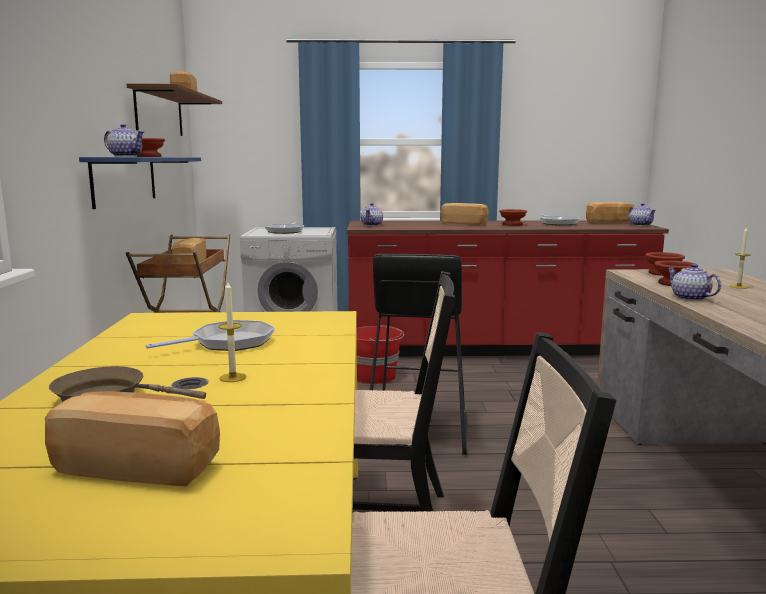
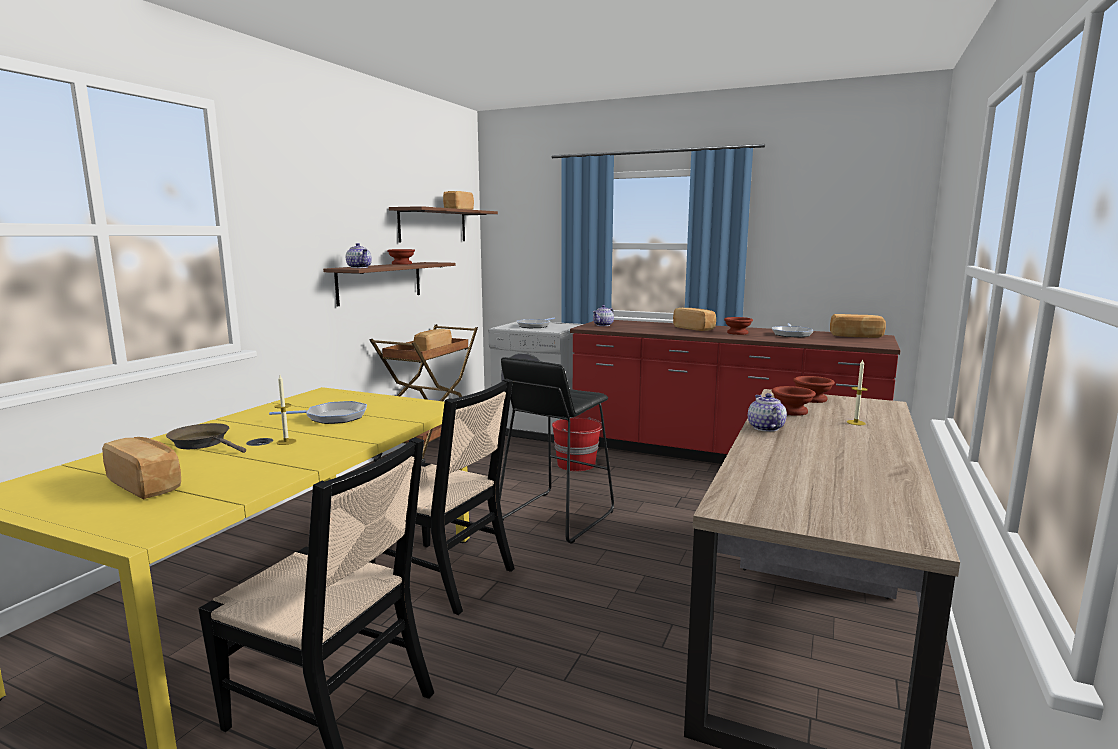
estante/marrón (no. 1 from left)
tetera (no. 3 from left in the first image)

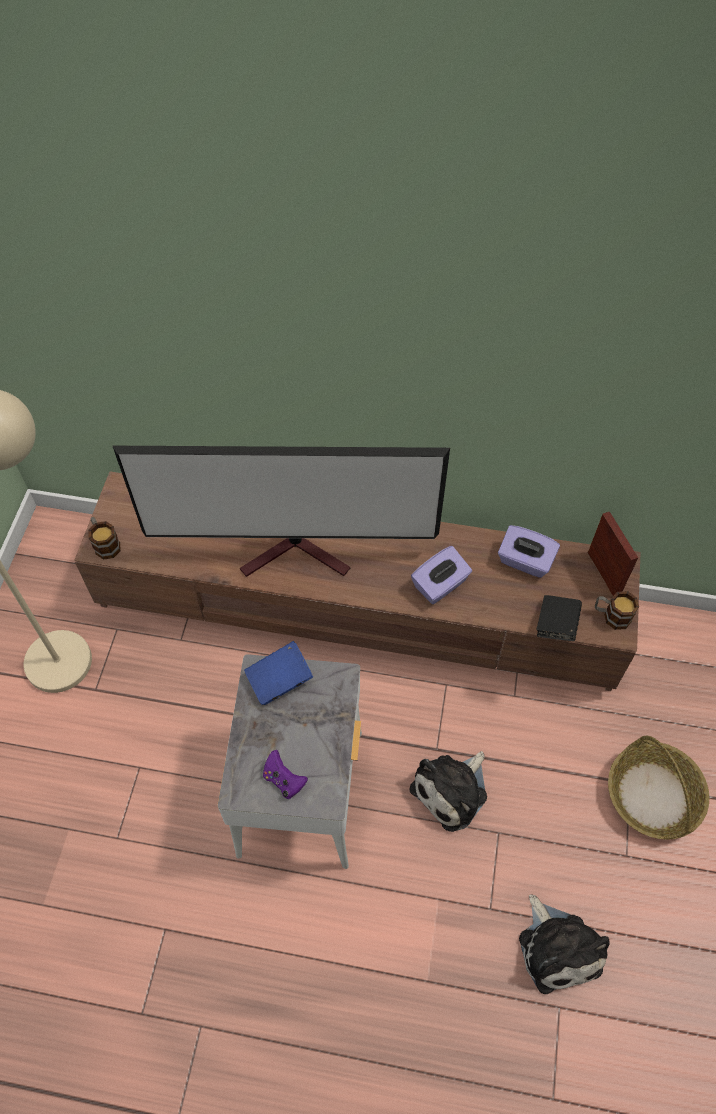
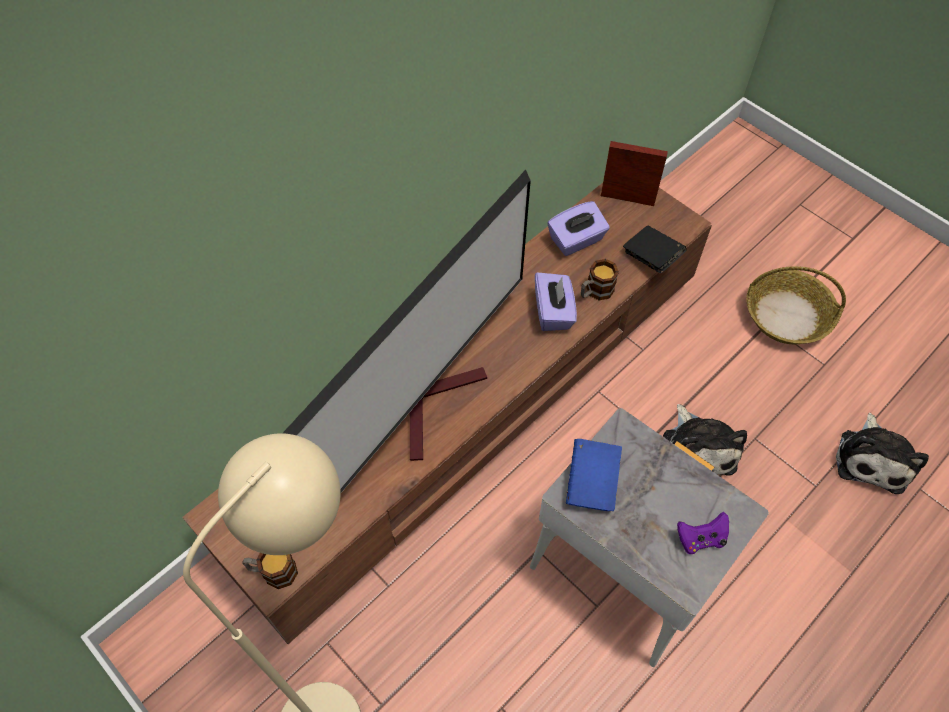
taza grande (no. 2 from left)
peluche (no. 2 from left)

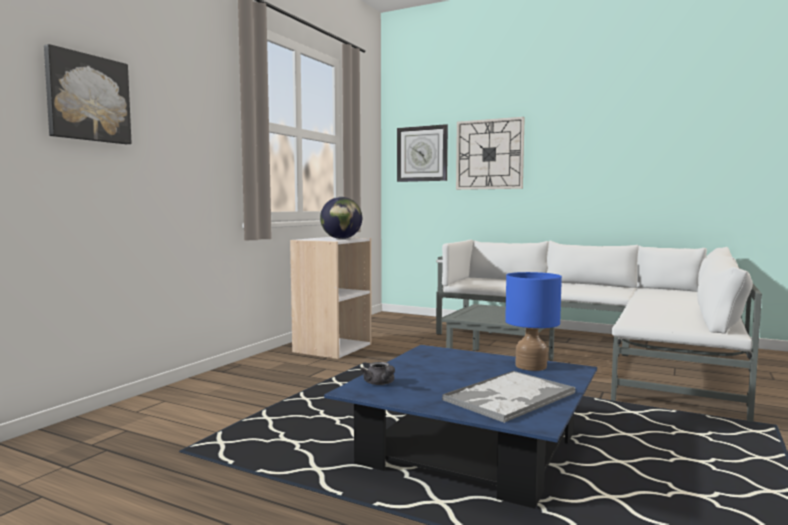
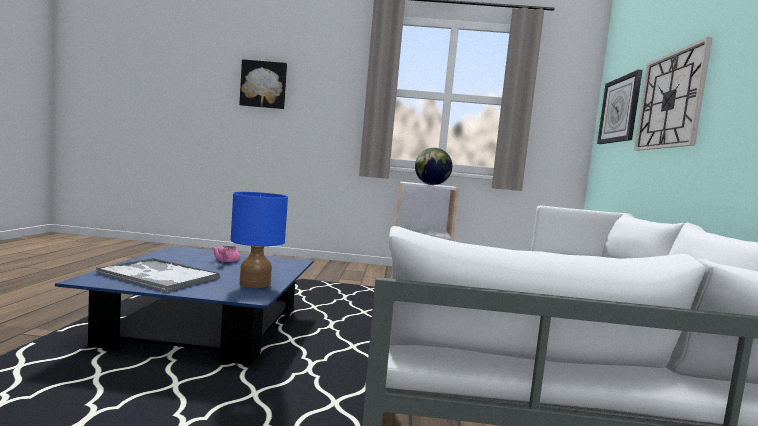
tetera/gris
tetera/rosa

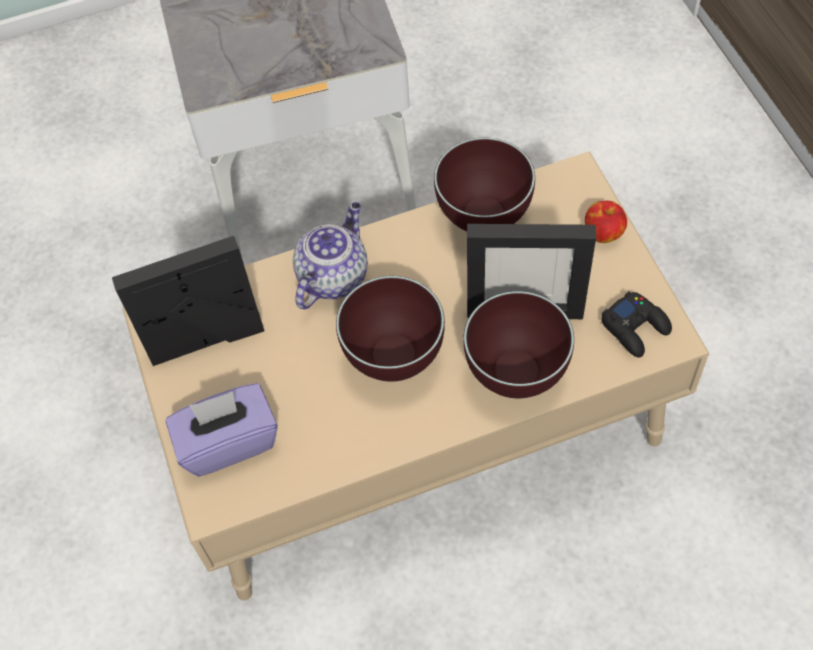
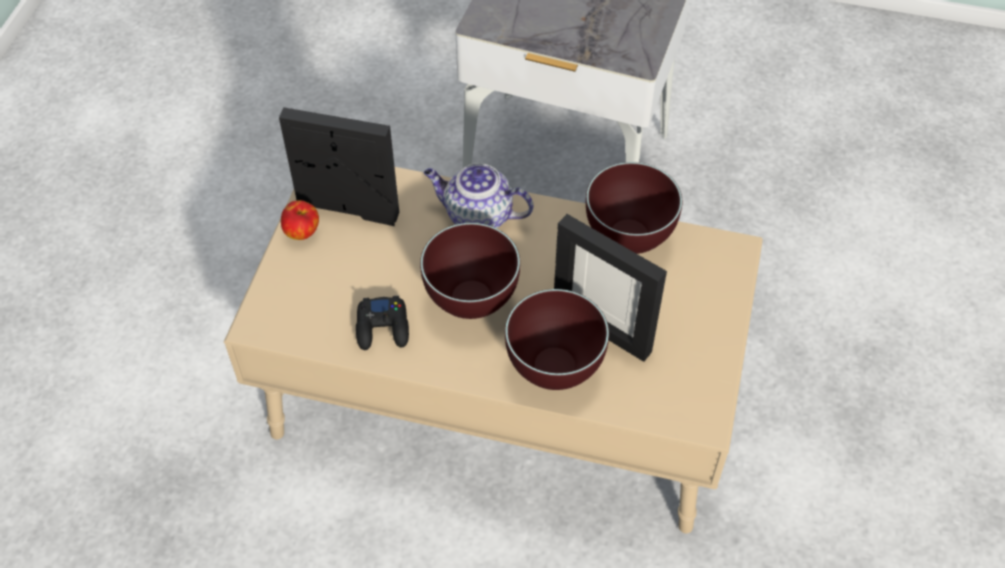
manzana
tetera
mando de consola/negro
caja de pañuelos/morado

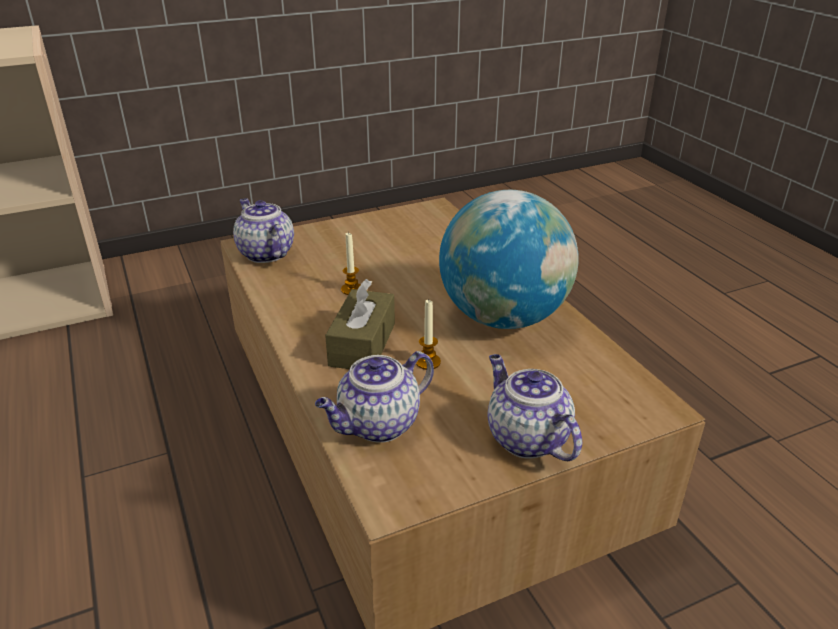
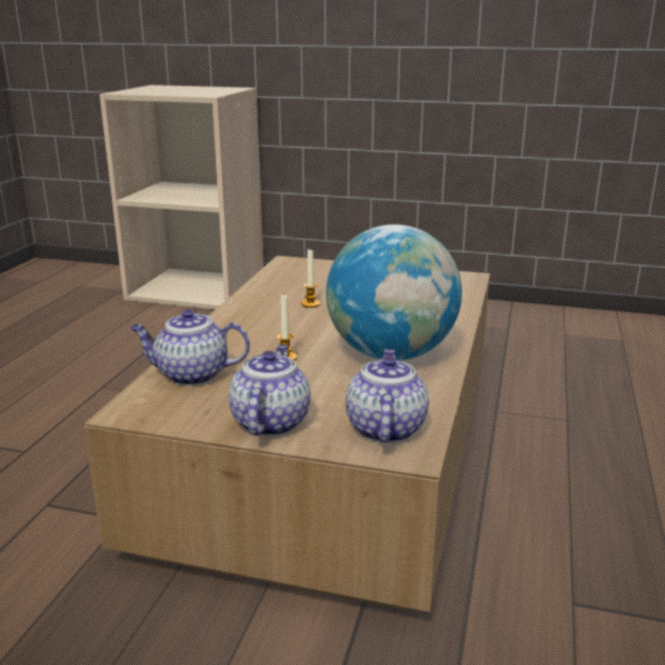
tetera (no. 3 from left)
caja de pañuelos/marrón

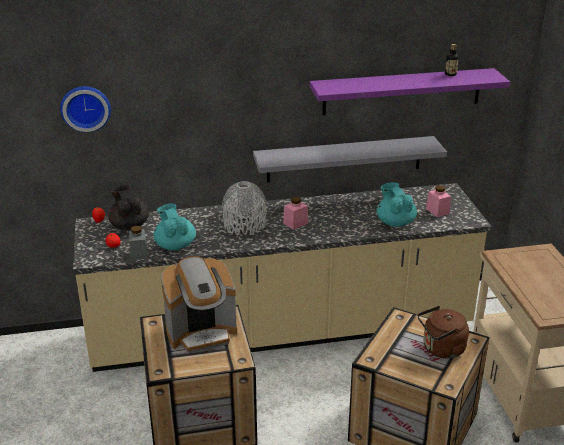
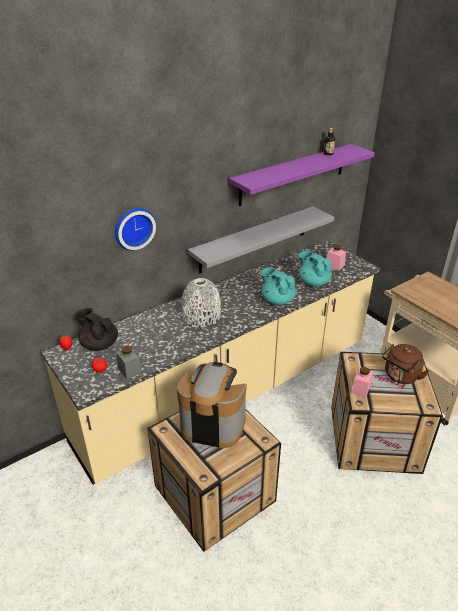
reloj de pared
tarro/rosa (no. 2 from left)
tetera/turquesa (no. 1 from left)
cafetera

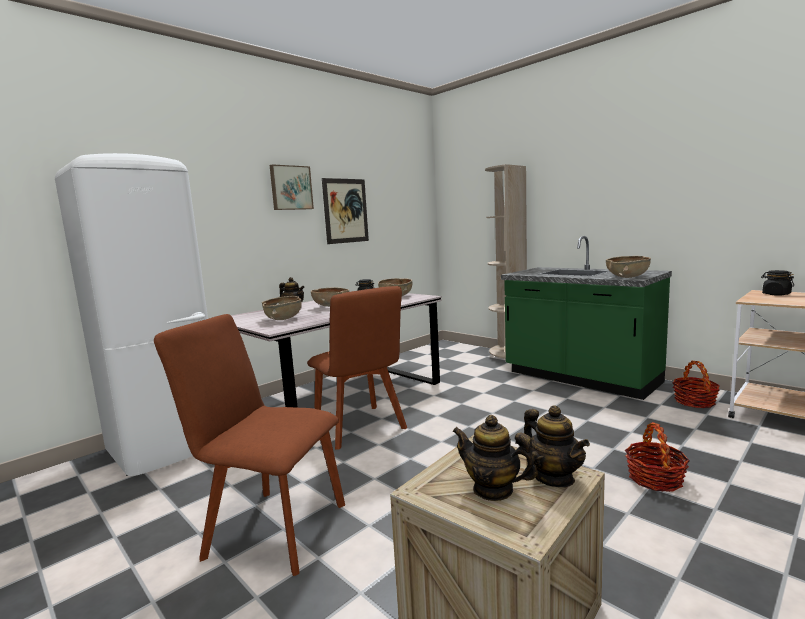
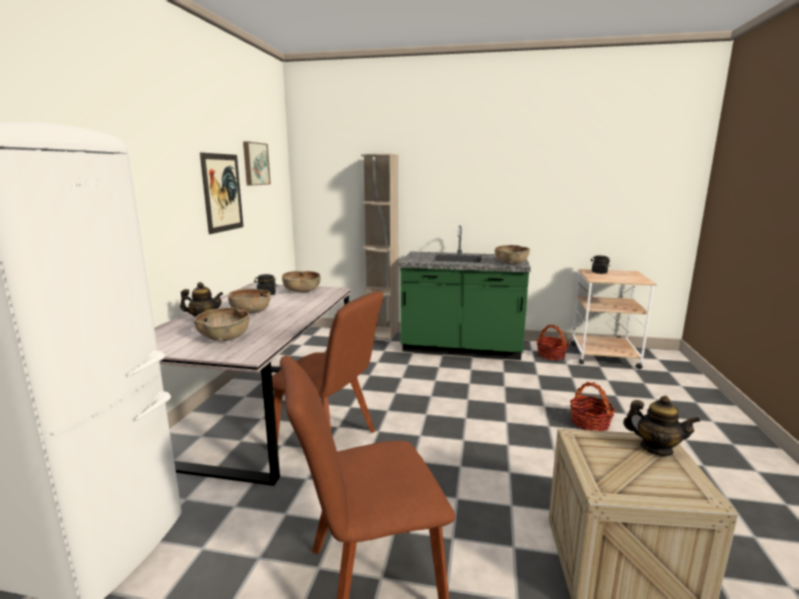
cuadro (no. 2 from left)
tetera (no. 2 from left in the first image)

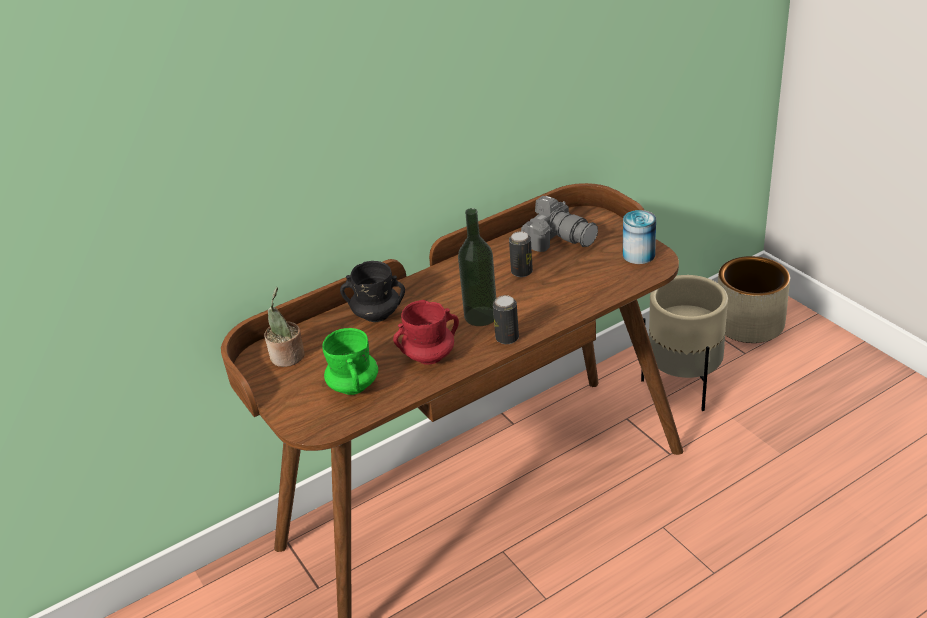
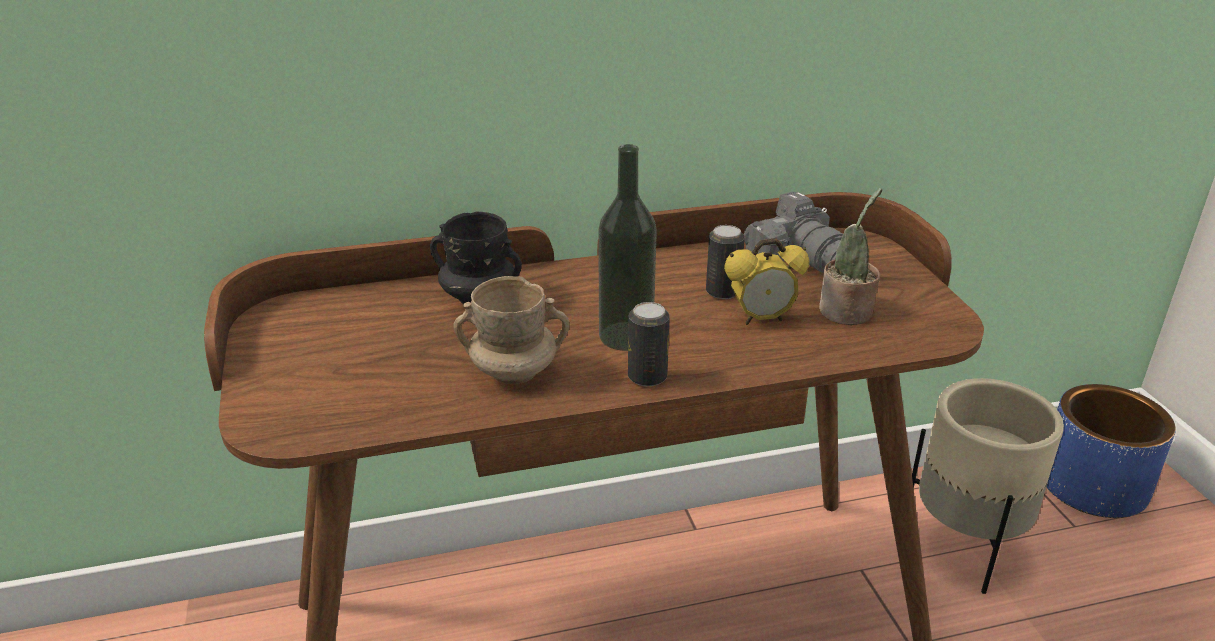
lata (no. 3 from left in the first image)
maceta/azul
planta en maceta
taza grande/beis
taza grande/verde
despertador

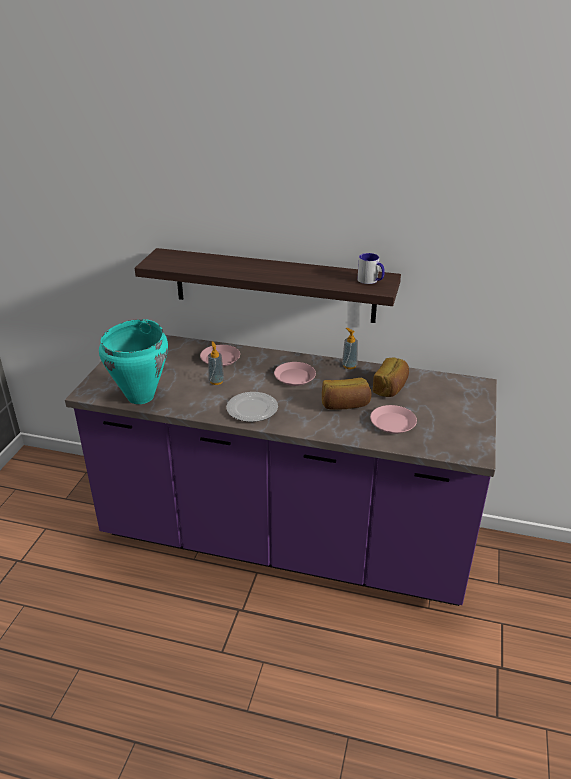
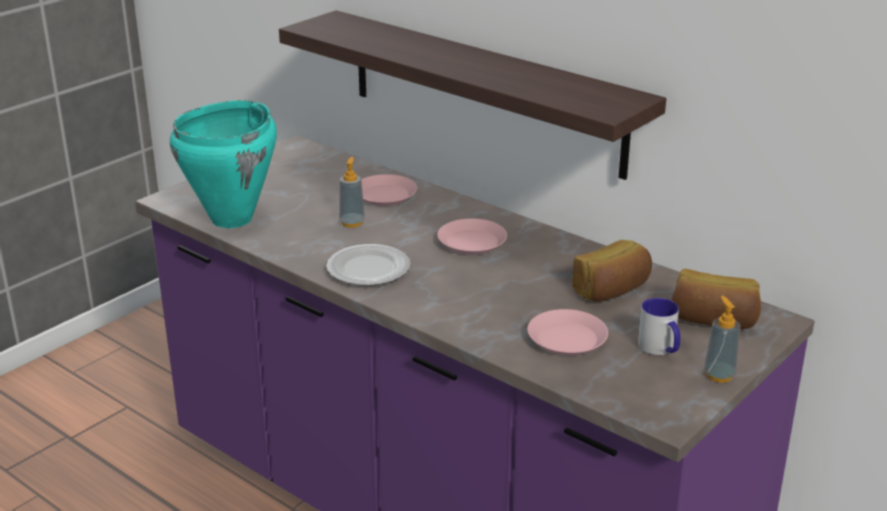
taza grande
dispensador de jabón (no. 2 from left)
pan (no. 2 from left)

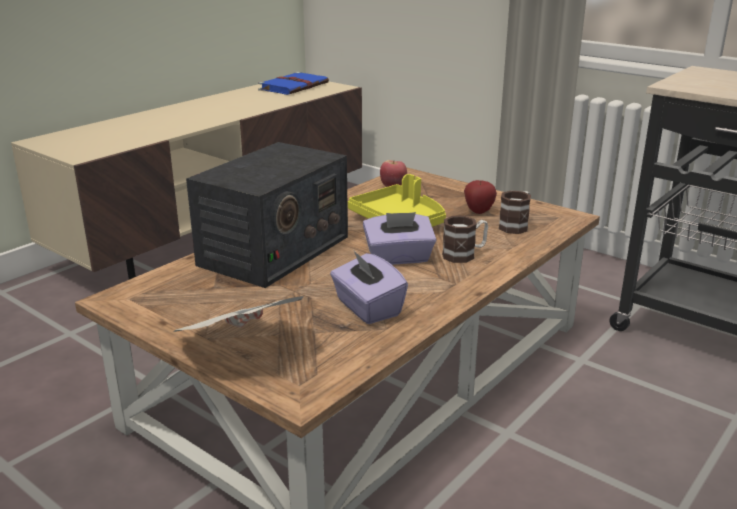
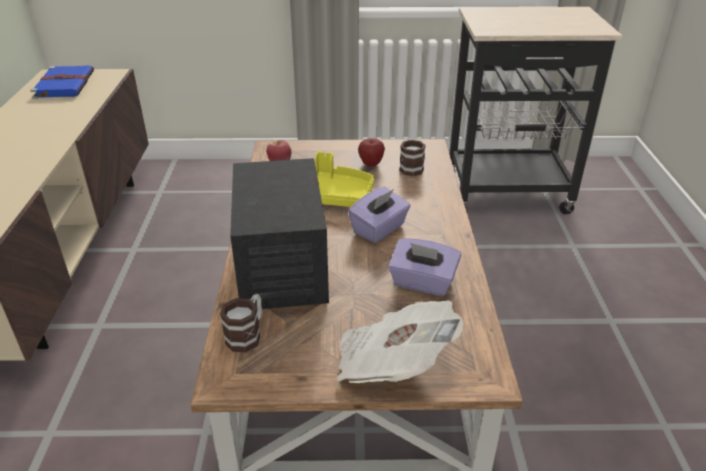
taza grande (no. 1 from left)

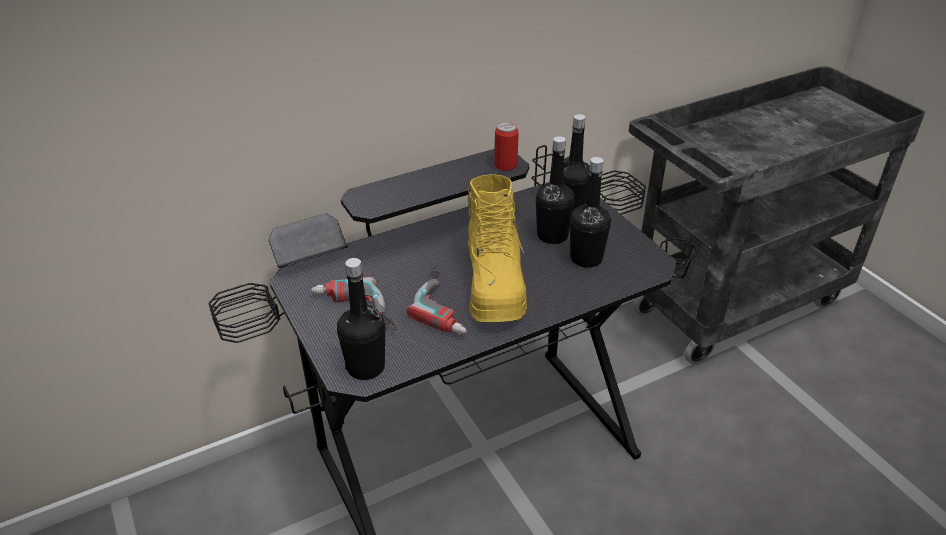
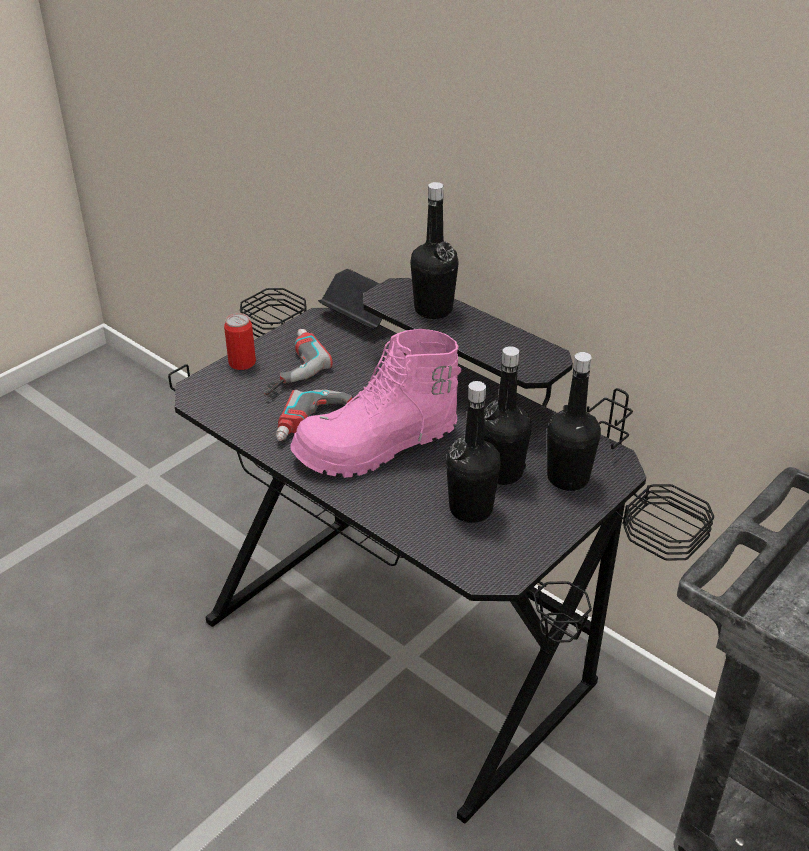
lata
bota/rosa
botella/negro (no. 1 from left)

